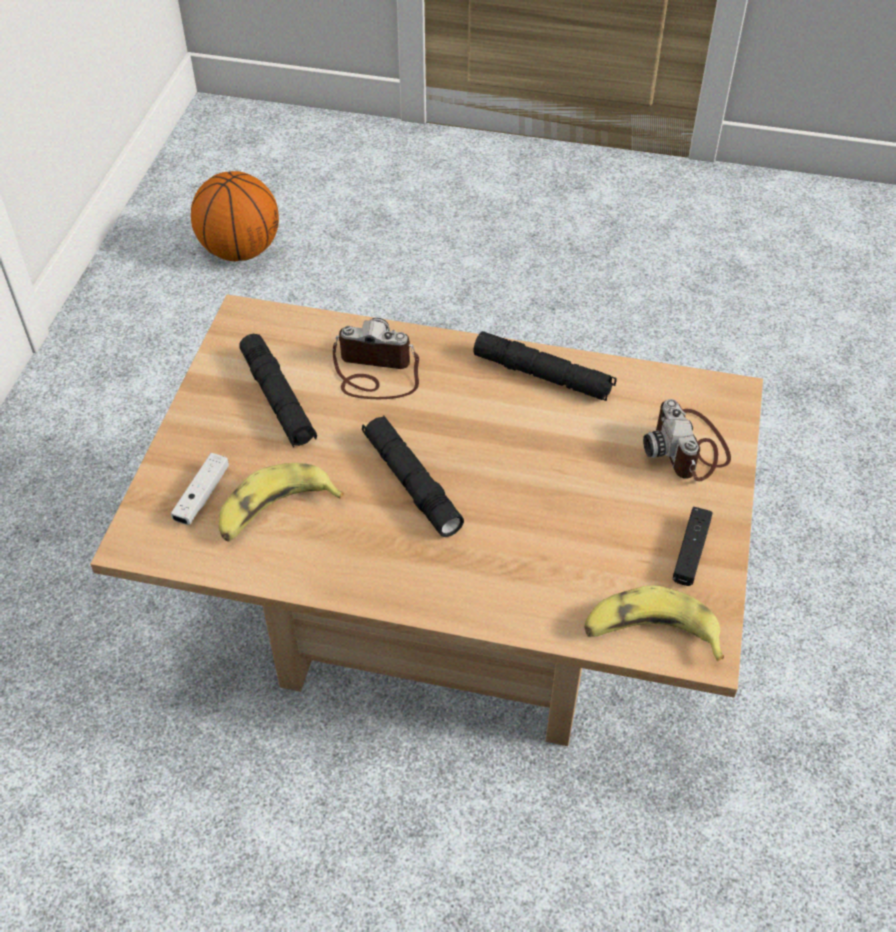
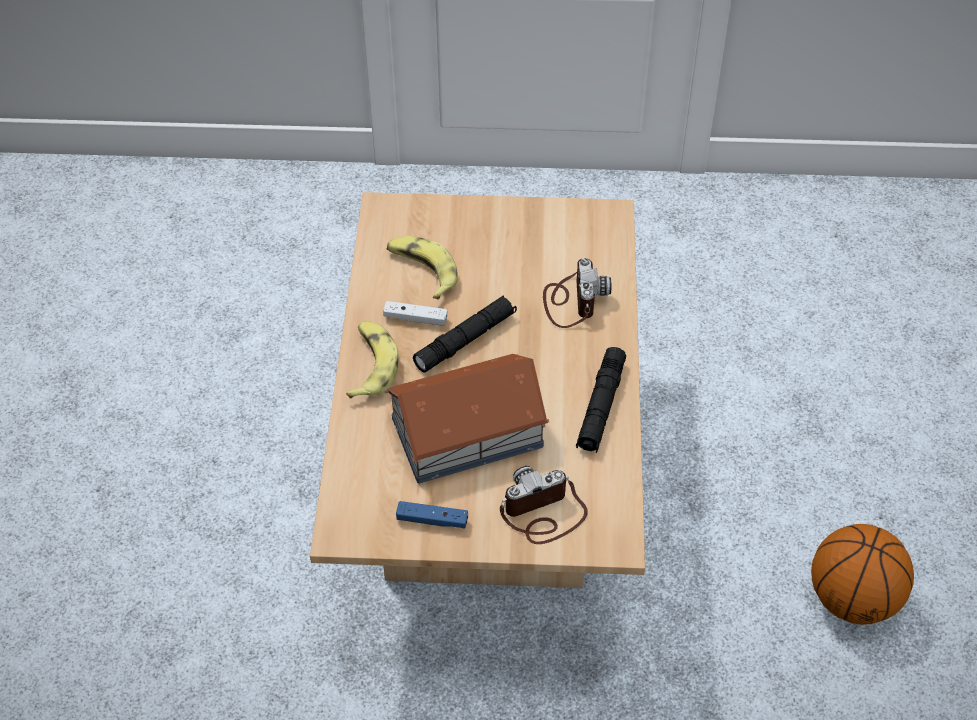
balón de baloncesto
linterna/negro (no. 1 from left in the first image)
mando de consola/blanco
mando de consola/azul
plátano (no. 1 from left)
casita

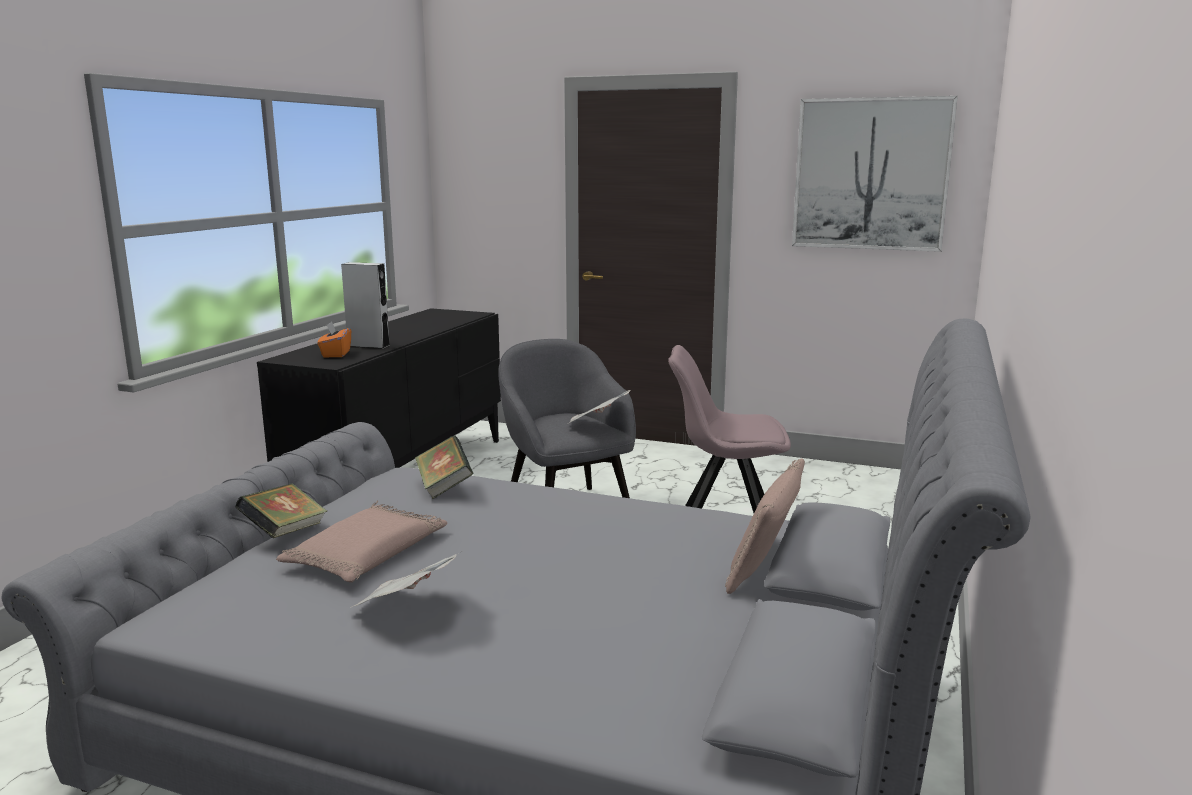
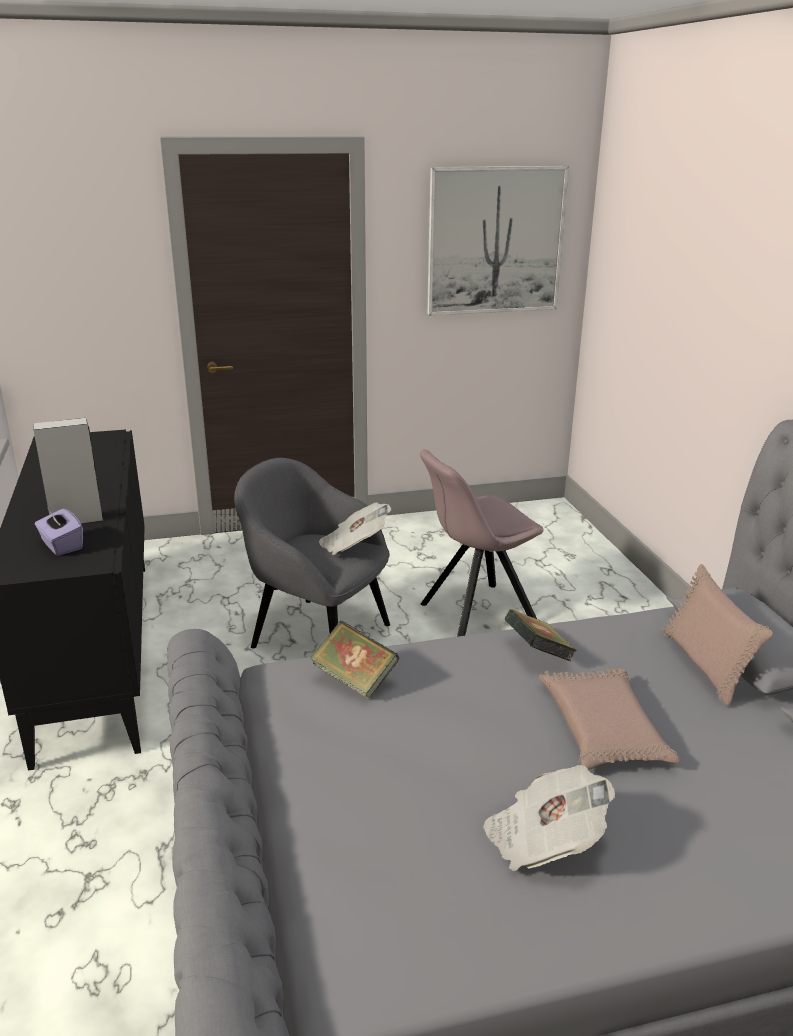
caja de pañuelos/morado
libro (no. 2 from left)
cojín/beis (no. 1 from left)

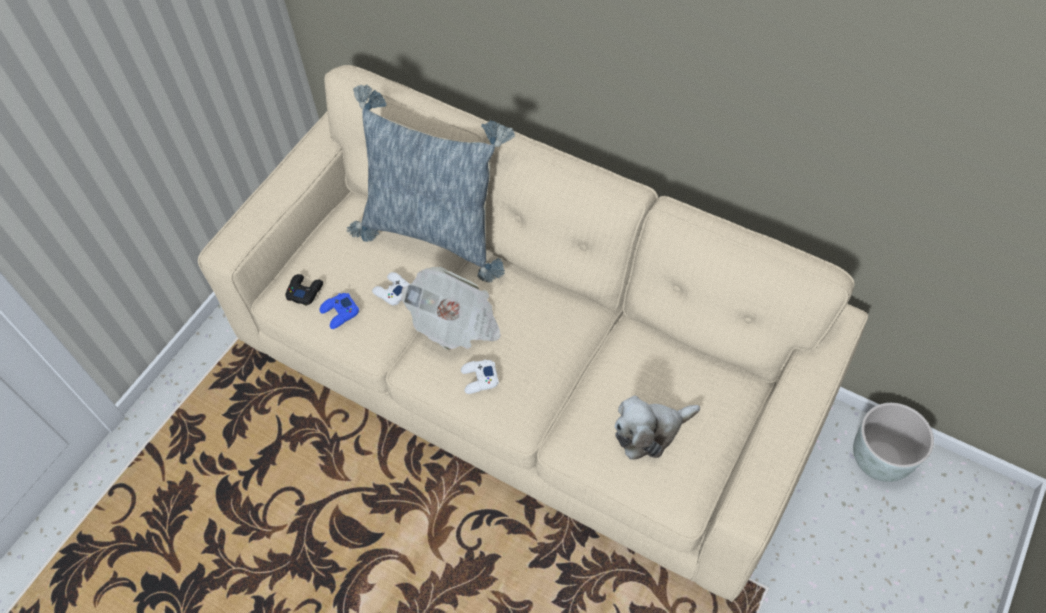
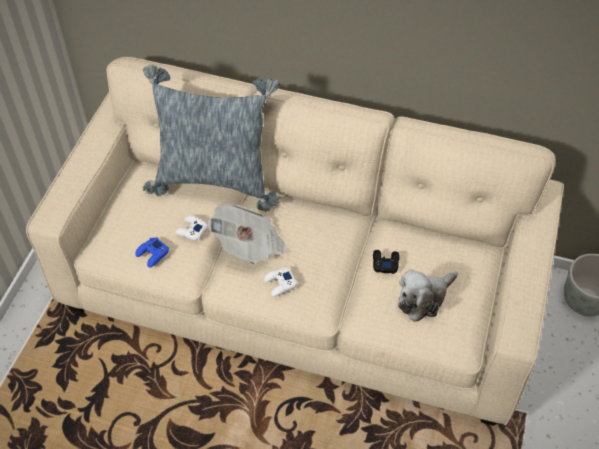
mando de consola/negro

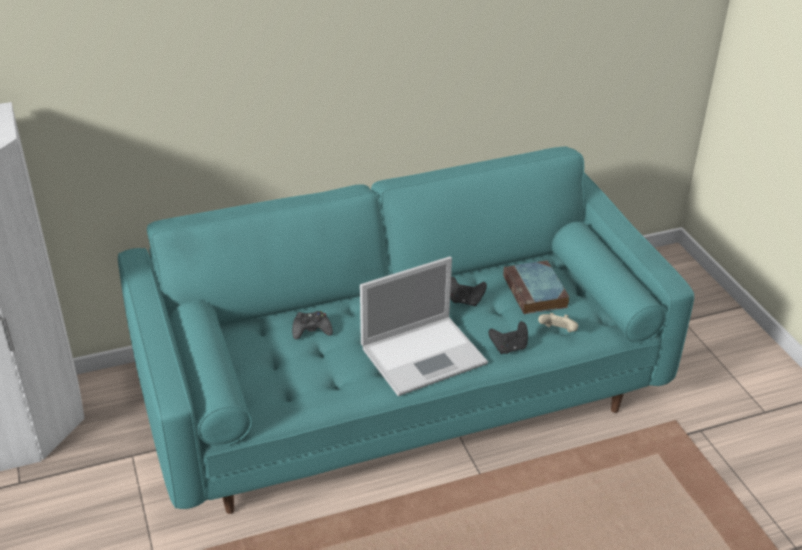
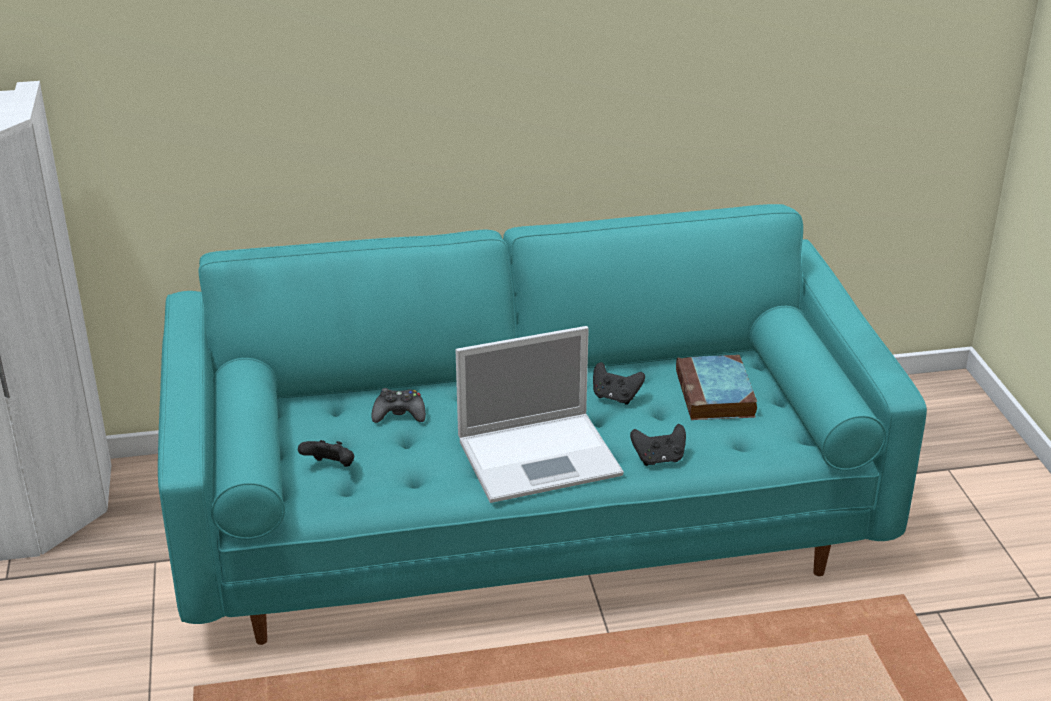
mando de consola/beis
mando de consola/negro (no. 1 from left)

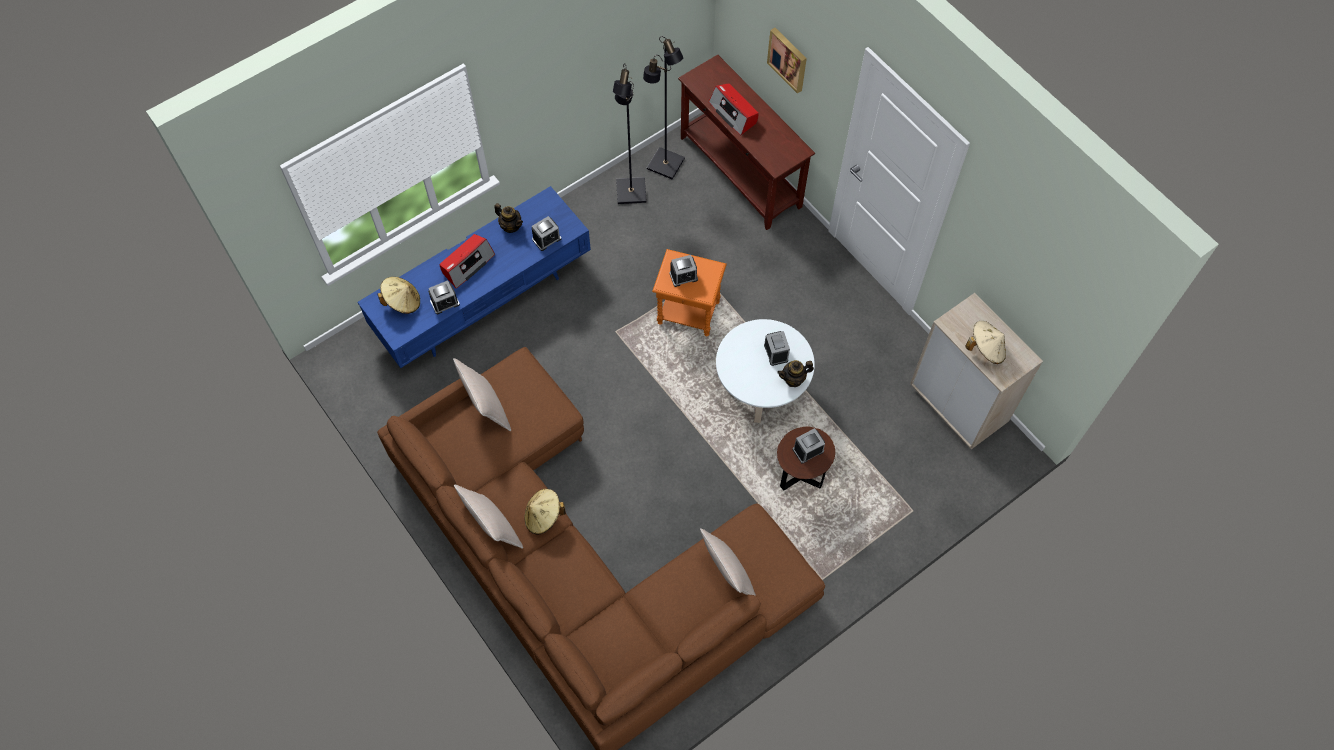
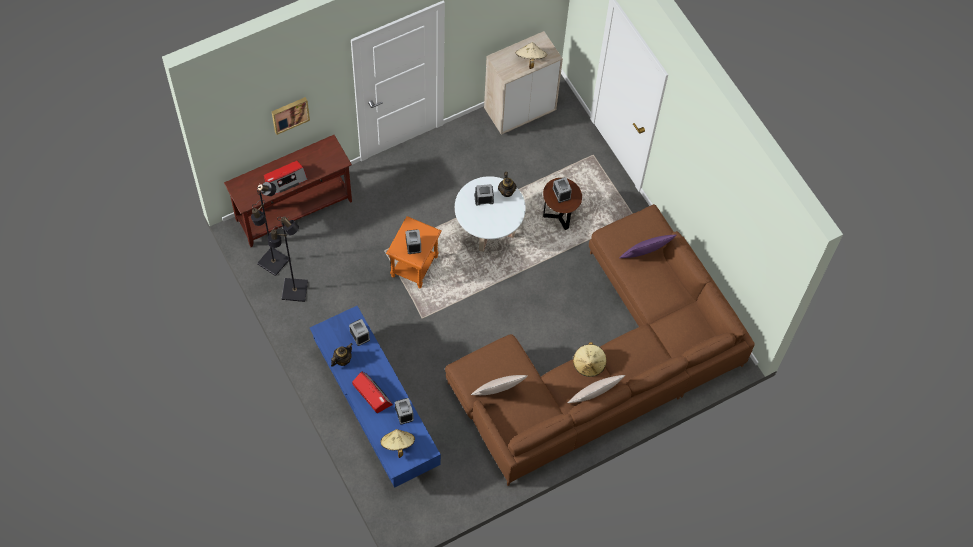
cojín/morado

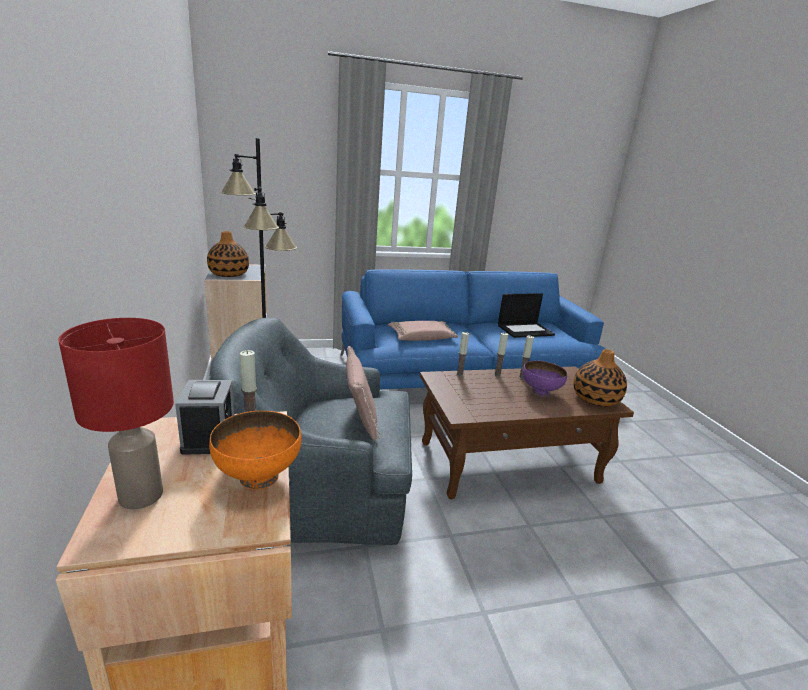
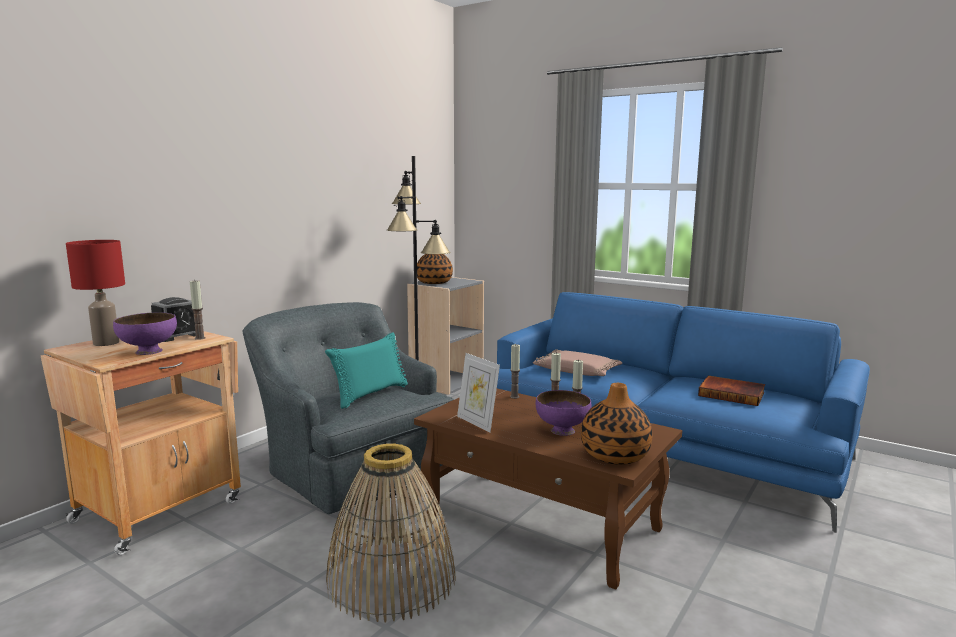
libro
cojín/turquesa
cuenco/morado (no. 1 from left)
portarretratos
cesta

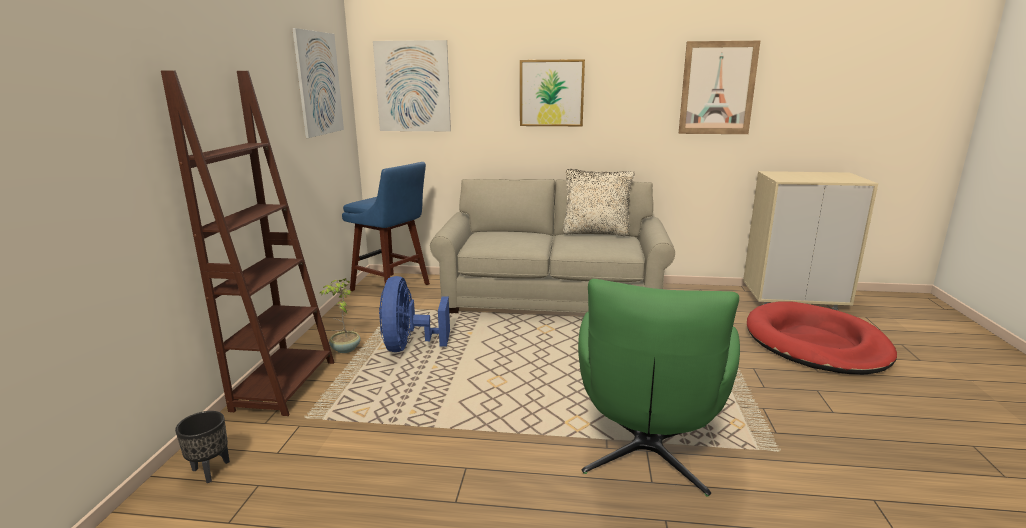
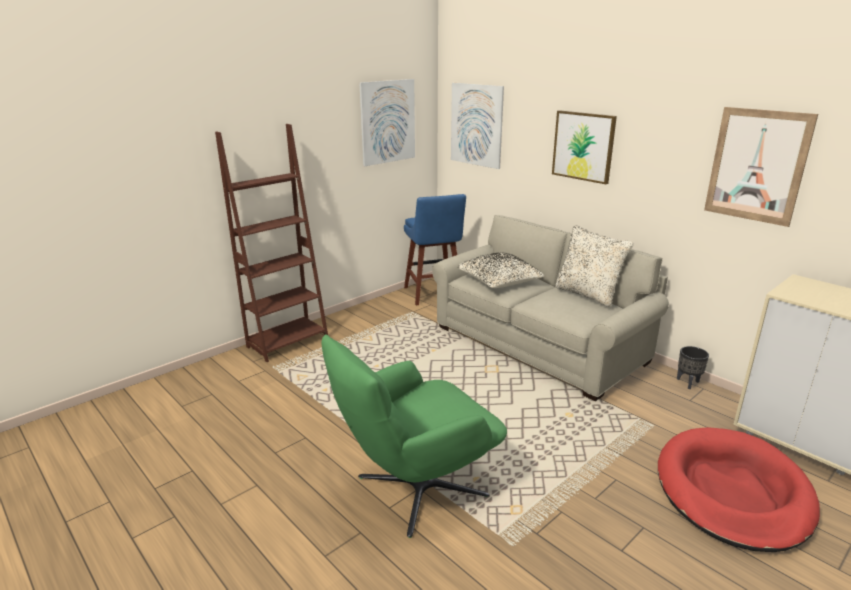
ventilador/azul
planta en maceta
maceta/negro
cojín/beis (no. 1 from left)

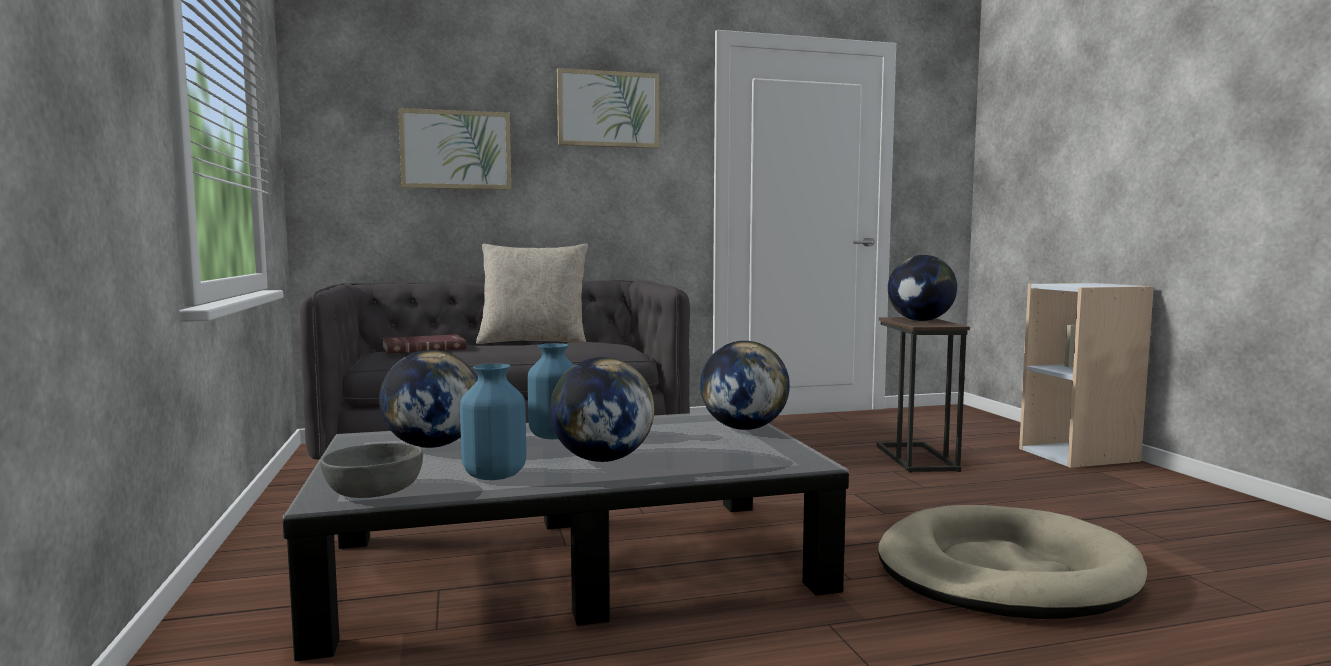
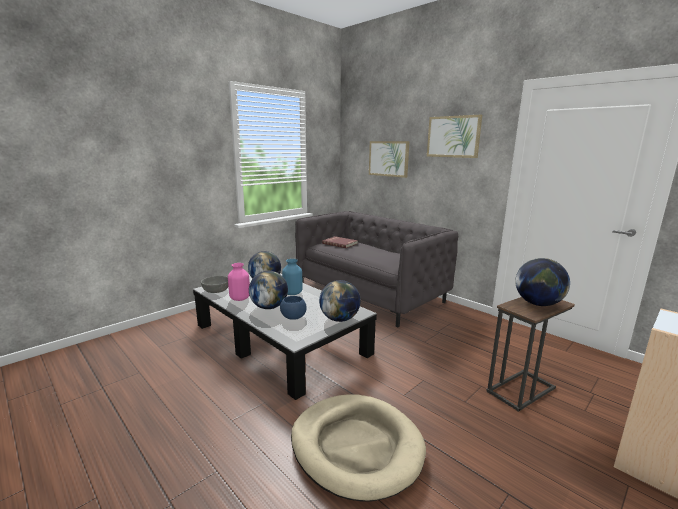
cojín/beis
florero/rosa
cuenco/azul

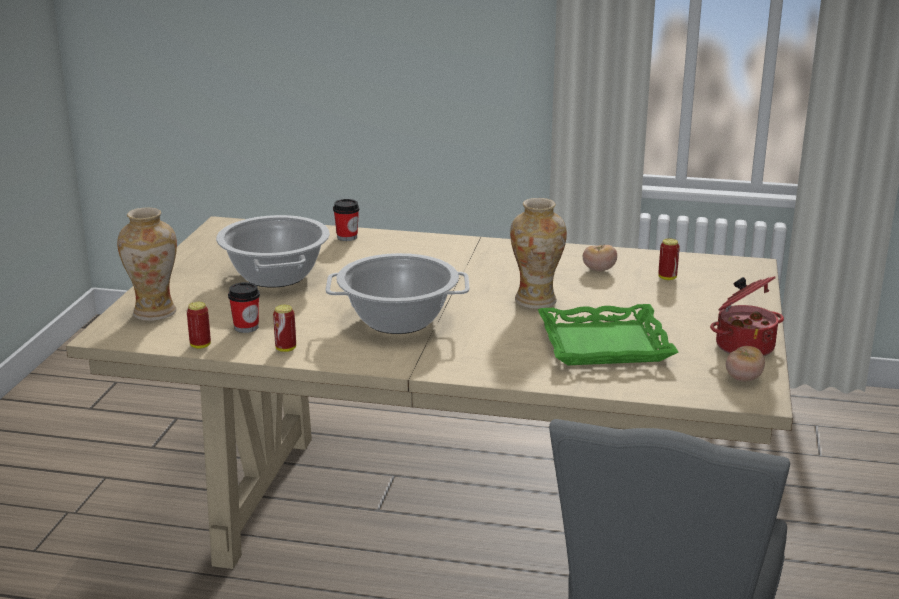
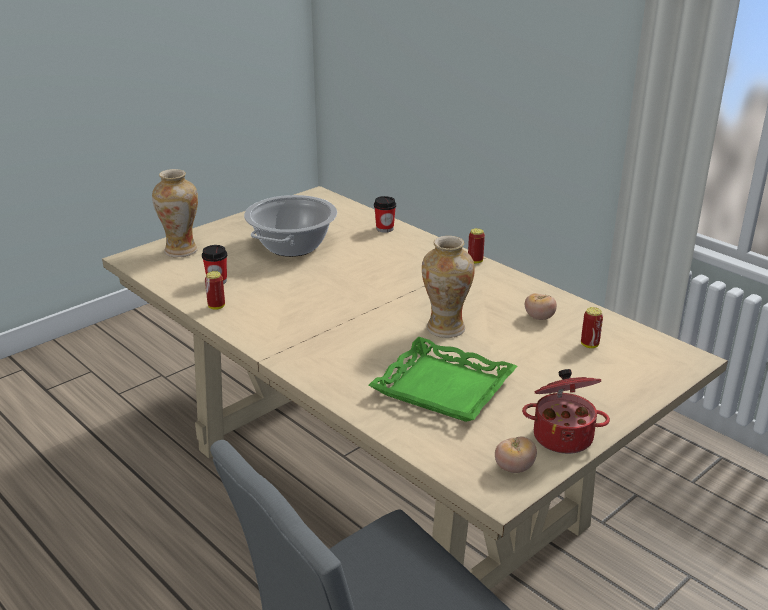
olla (no. 2 from left in the first image)
lata (no. 2 from left)

